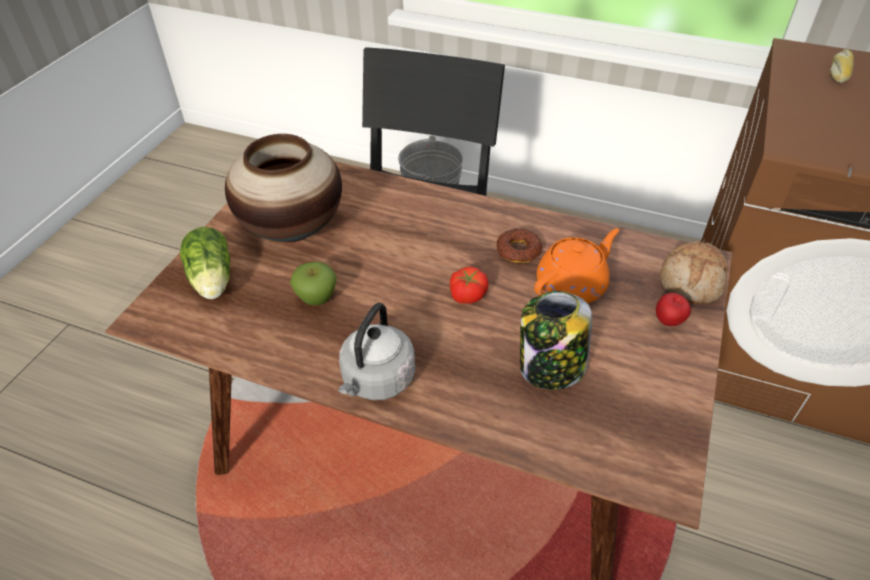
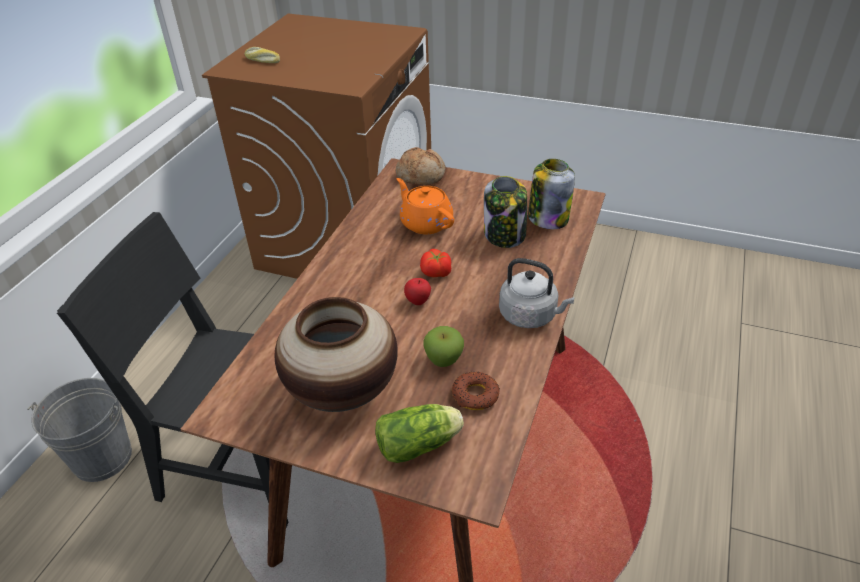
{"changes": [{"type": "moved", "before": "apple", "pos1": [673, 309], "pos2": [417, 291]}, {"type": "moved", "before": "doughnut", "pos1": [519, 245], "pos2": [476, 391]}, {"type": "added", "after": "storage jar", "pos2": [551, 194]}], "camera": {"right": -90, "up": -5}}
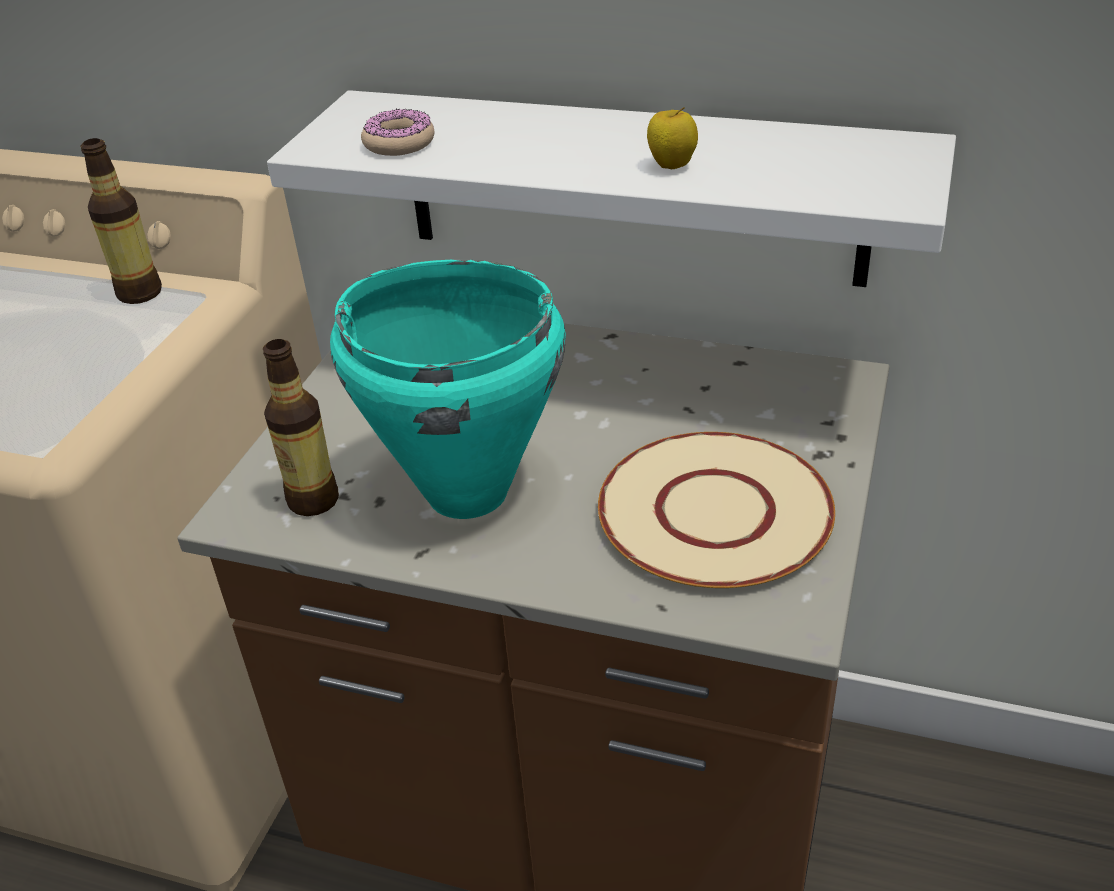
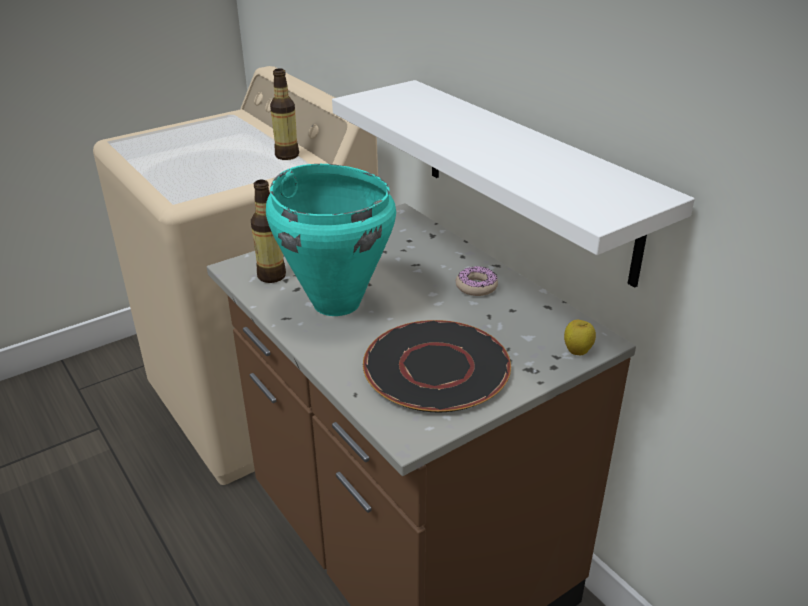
{"changes": [{"type": "recoloured", "before": "beige-coloured plate", "after": "blackish plate", "pos1": [716, 510], "pos2": [437, 366]}, {"type": "moved", "before": "doughnut", "pos1": [397, 132], "pos2": [477, 281]}, {"type": "moved", "before": "apple", "pos1": [672, 138], "pos2": [580, 338]}], "camera": {"right": 35, "up": -5}}
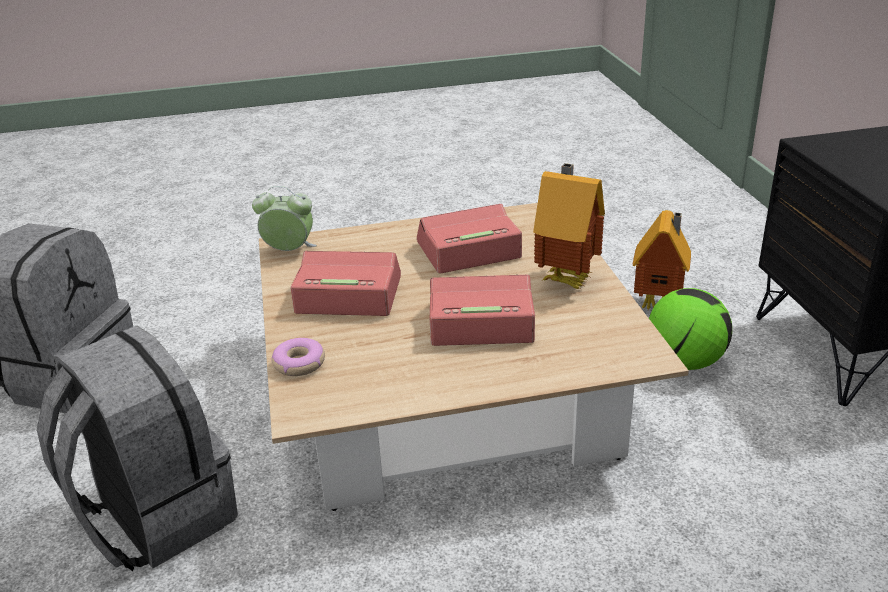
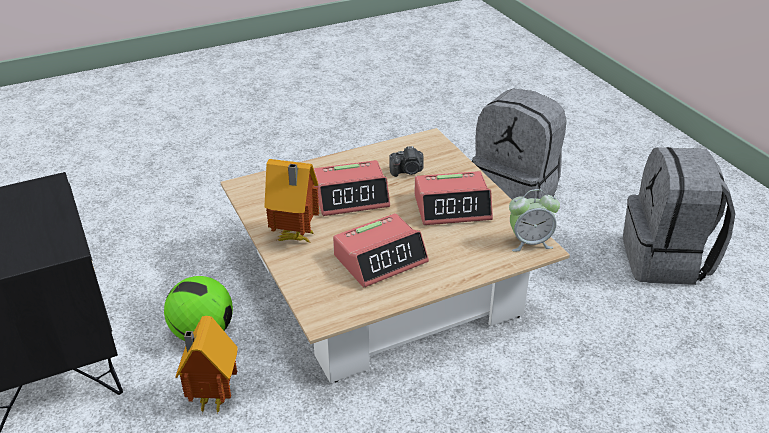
{"changes": [{"type": "added", "after": "photo camera", "pos2": [406, 161]}, {"type": "removed", "before": "doughnut", "pos1": [298, 357]}], "camera": {"right": 165, "up": 5}}
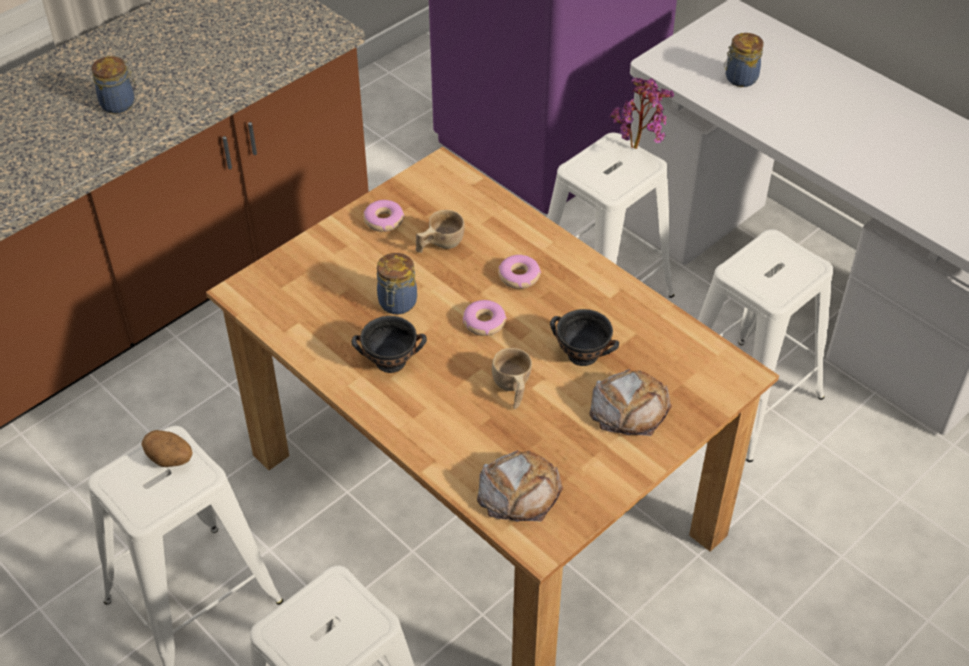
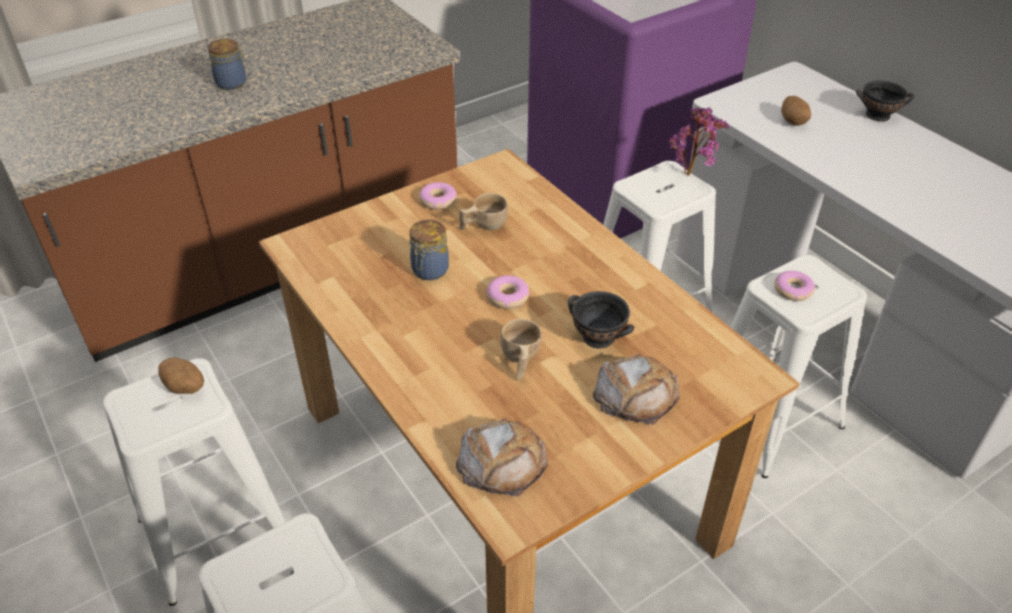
{"changes": [{"type": "moved", "before": "doughnut", "pos1": [519, 272], "pos2": [795, 286]}, {"type": "replaced", "before": "storage jar", "after": "whole potato", "pos1": [743, 60], "pos2": [796, 111]}, {"type": "moved", "before": "blackish bowl", "pos1": [389, 344], "pos2": [885, 101]}], "camera": {"right": 10, "up": -5}}
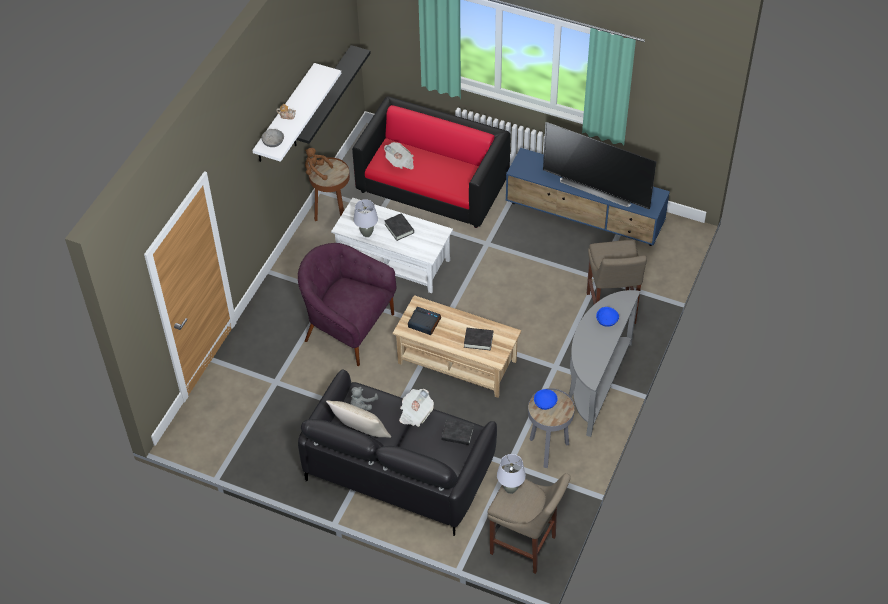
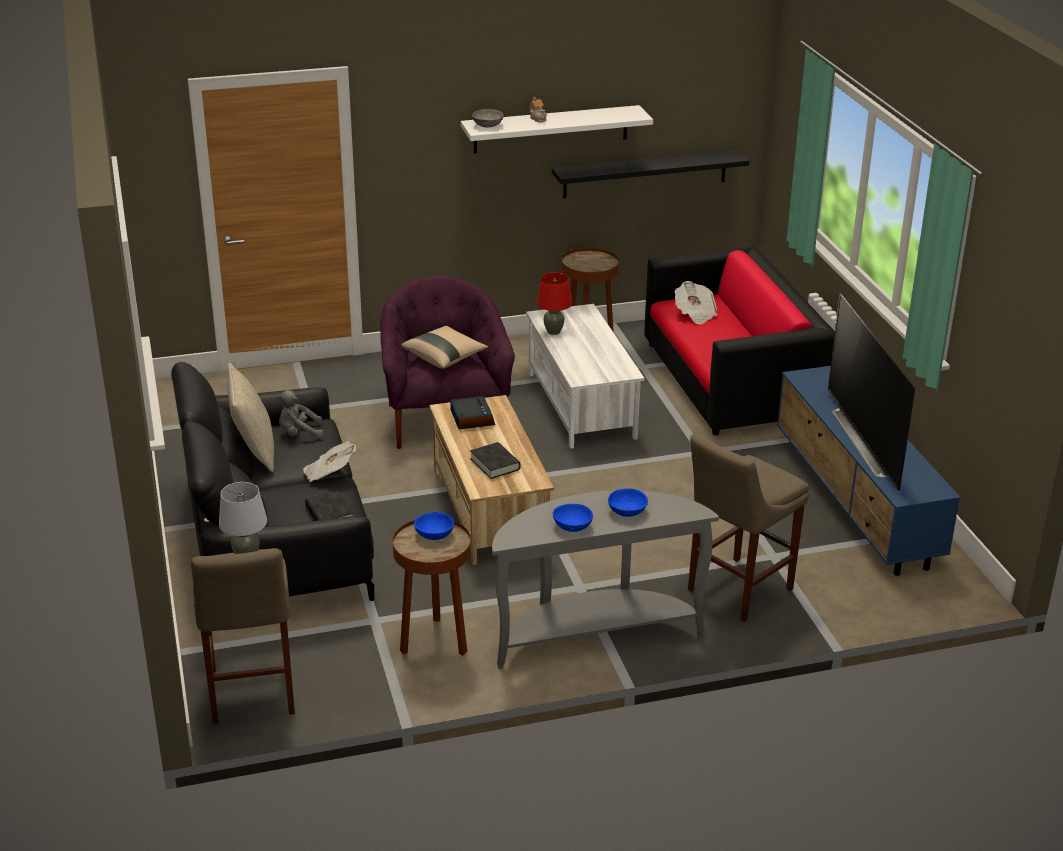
{"changes": [{"type": "recoloured", "before": "gray accent table", "after": "brown-coloured accent table", "pos1": [551, 428], "pos2": [432, 588]}, {"type": "added", "after": "beige-coloured throw pillow", "pos2": [445, 347]}, {"type": "recoloured", "before": "gray tabletop lamp", "after": "red-coloured tabletop lamp", "pos1": [366, 218], "pos2": [554, 303]}, {"type": "added", "after": "blue-coloured bowl", "pos2": [573, 518]}, {"type": "removed", "before": "brown-coloured plush toy", "pos1": [319, 164]}, {"type": "removed", "before": "blackish bound book", "pos1": [399, 227]}], "camera": {"right": 50, "up": -20}}
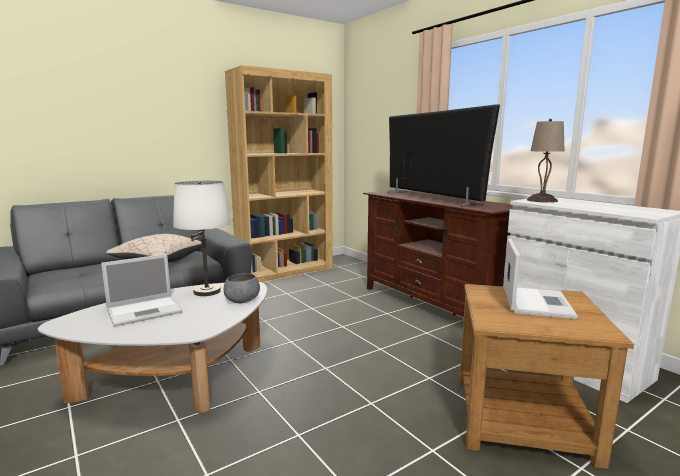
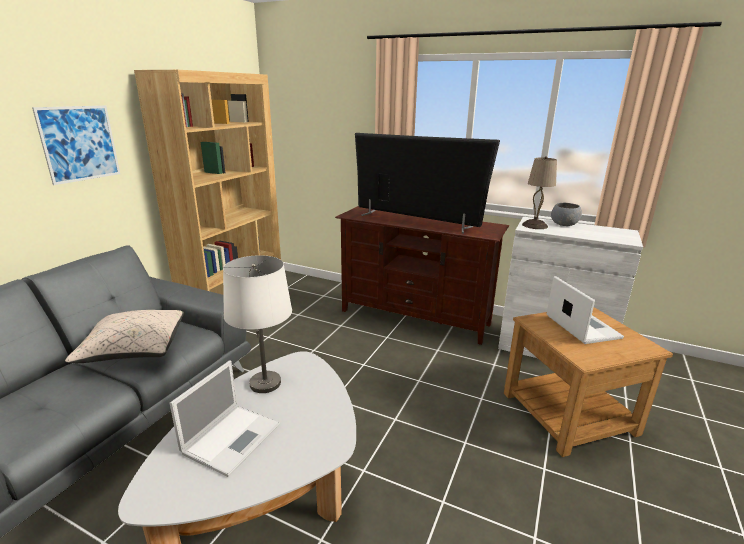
{"changes": [{"type": "added", "after": "wall art", "pos2": [76, 145]}, {"type": "moved", "before": "gray bowl", "pos1": [242, 288], "pos2": [566, 214]}], "camera": {"right": -30, "up": 10}}
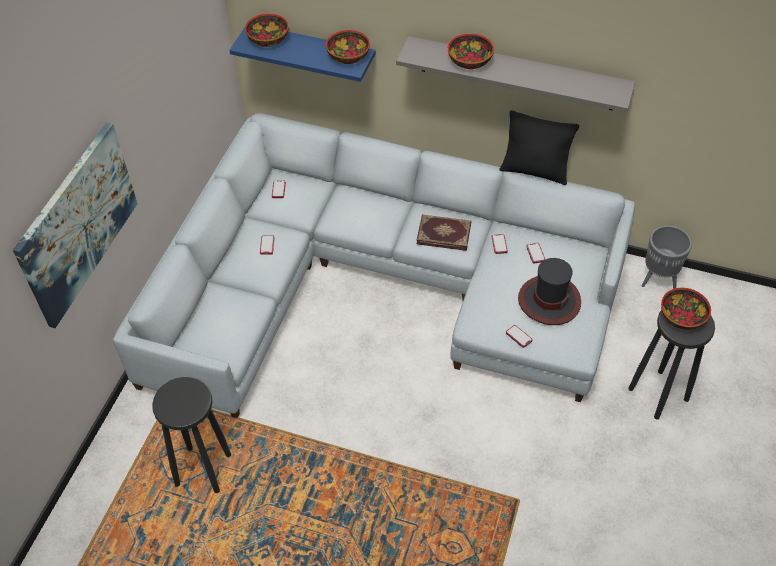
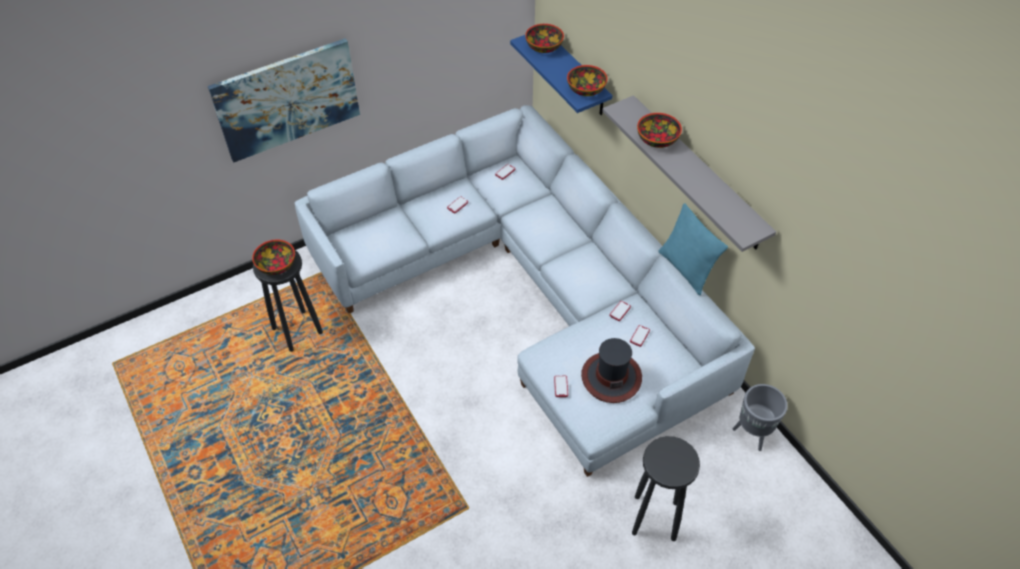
{"changes": [{"type": "moved", "before": "bowl", "pos1": [686, 309], "pos2": [273, 257]}, {"type": "recoloured", "before": "blackish throw pillow", "after": "turquoise-coloured throw pillow", "pos1": [539, 147], "pos2": [693, 249]}, {"type": "removed", "before": "bound book", "pos1": [444, 232]}], "camera": {"right": 40, "up": 0}}
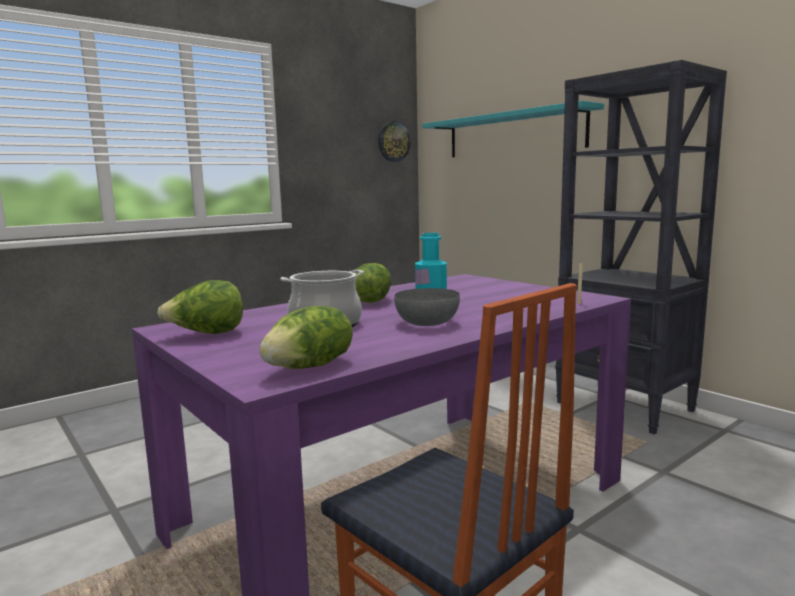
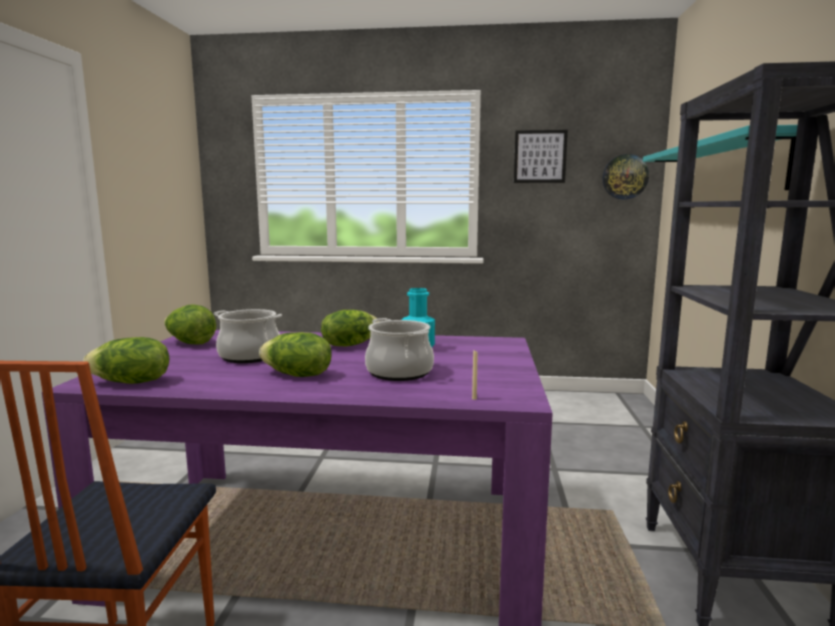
{"changes": [{"type": "replaced", "before": "gray bowl", "after": "lettuce head", "pos1": [427, 307], "pos2": [295, 354]}, {"type": "added", "after": "stockpot", "pos2": [399, 349]}, {"type": "added", "after": "wall art", "pos2": [541, 156]}], "camera": {"right": 45, "up": 0}}
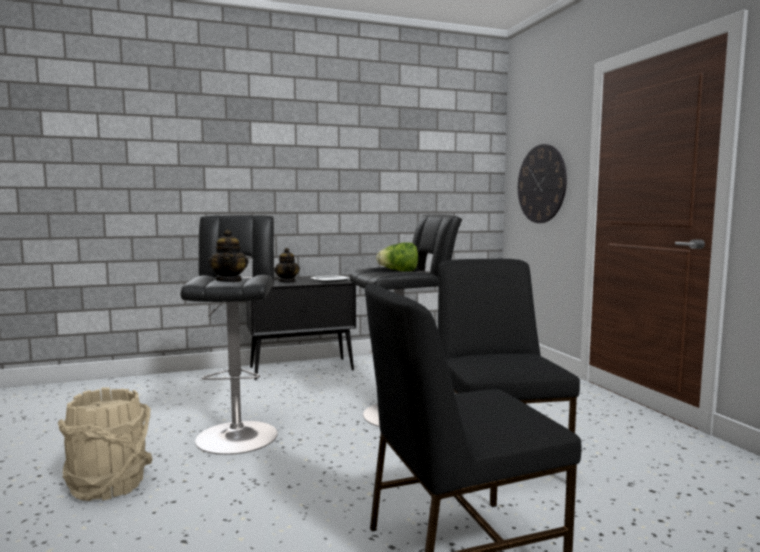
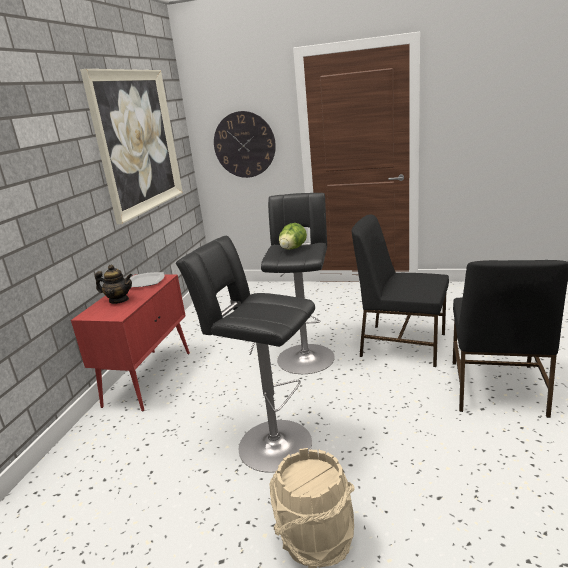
{"changes": [{"type": "recoloured", "before": "blackish storage cabinet", "after": "red-coloured storage cabinet", "pos1": [301, 329], "pos2": [130, 343]}, {"type": "added", "after": "wall art", "pos2": [131, 146]}, {"type": "removed", "before": "tea pot", "pos1": [228, 255]}], "camera": {"right": -55, "up": 15}}
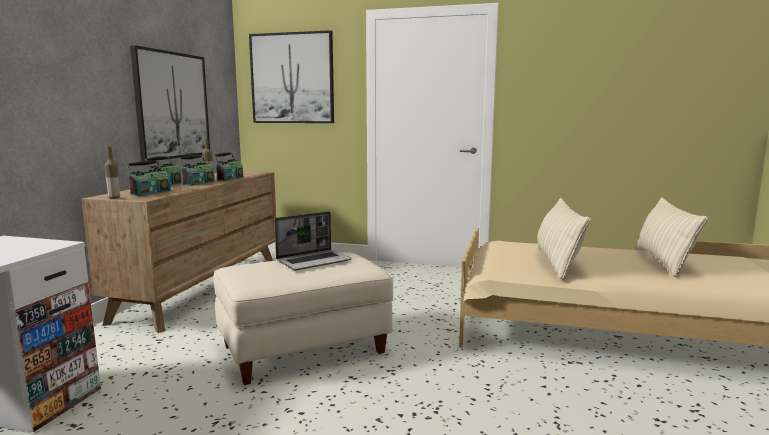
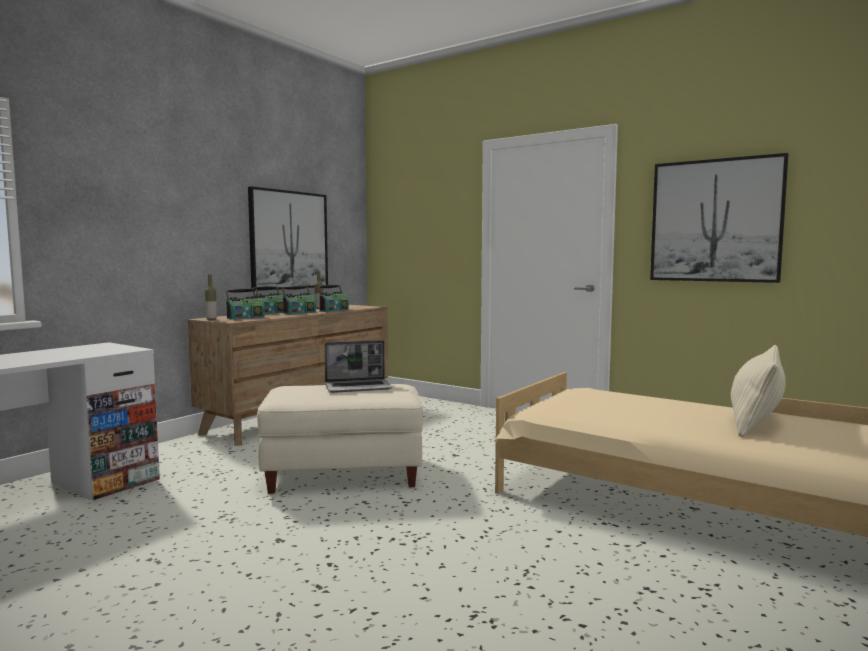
{"changes": [{"type": "moved", "before": "wall art", "pos1": [291, 76], "pos2": [719, 218]}, {"type": "removed", "before": "beige-coloured throw pillow", "pos1": [564, 238]}], "camera": {"right": 20, "up": -5}}
